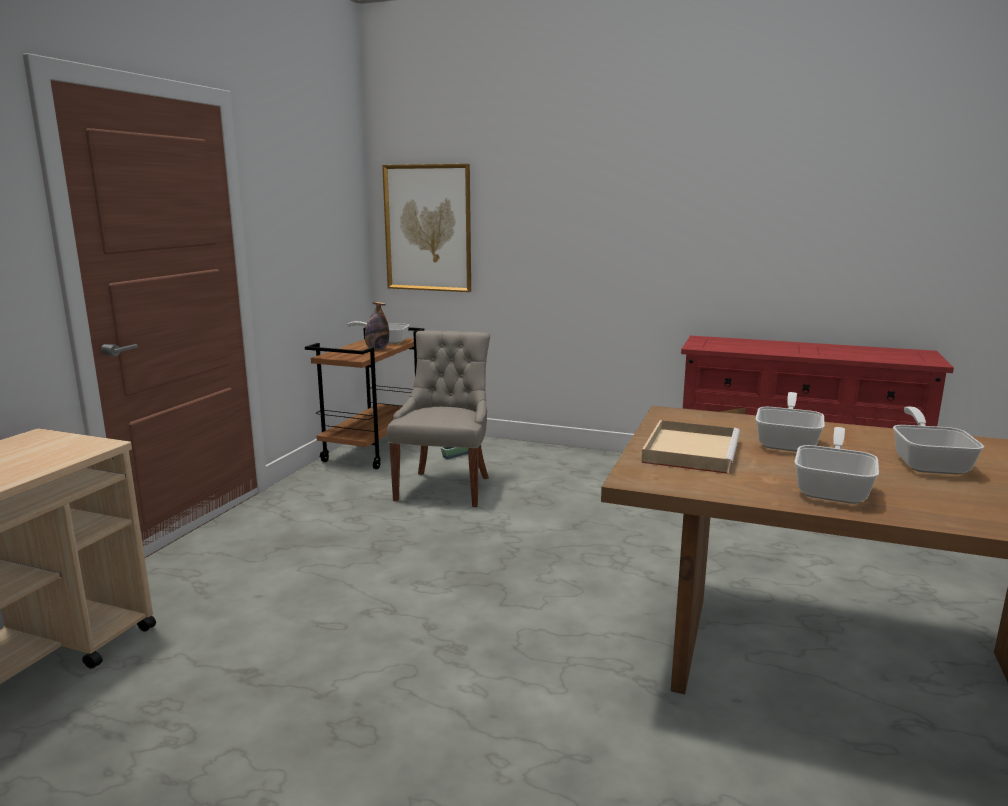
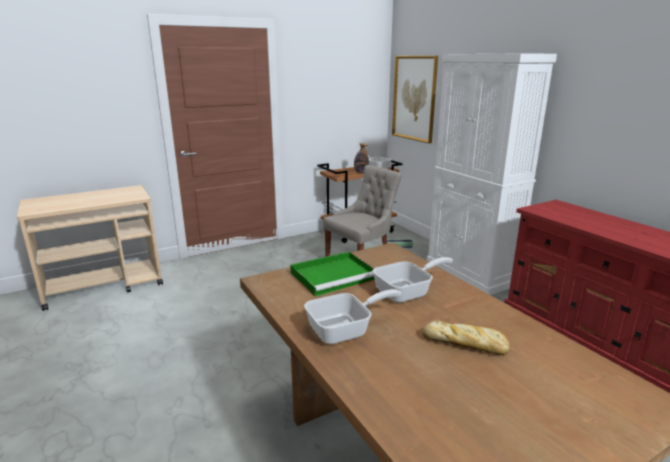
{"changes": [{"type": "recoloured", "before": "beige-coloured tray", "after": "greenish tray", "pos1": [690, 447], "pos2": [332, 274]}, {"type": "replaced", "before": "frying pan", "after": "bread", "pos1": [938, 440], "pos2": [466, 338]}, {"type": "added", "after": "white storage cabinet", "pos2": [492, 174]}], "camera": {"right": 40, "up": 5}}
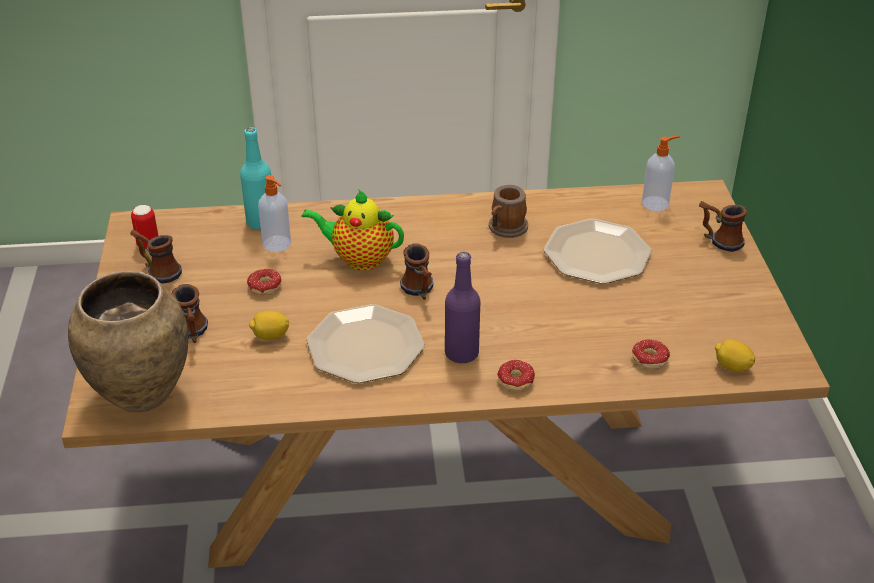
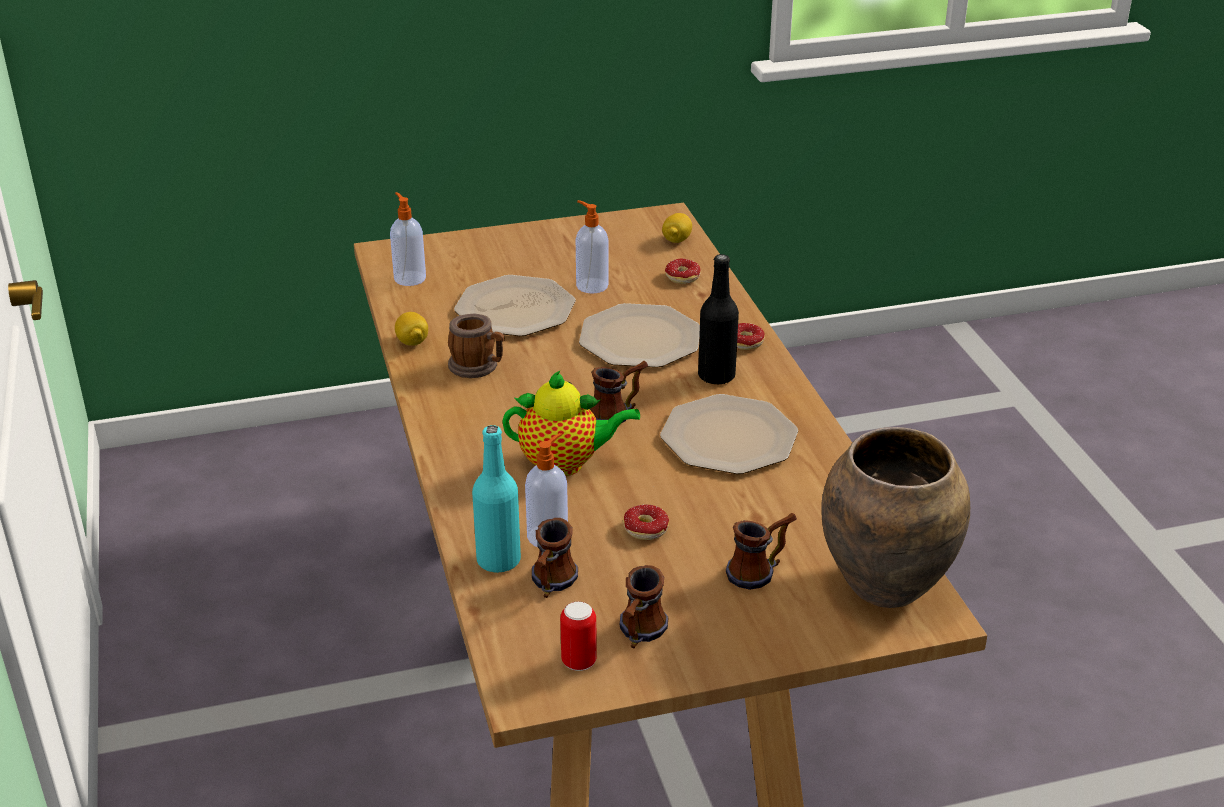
{"changes": [{"type": "moved", "before": "citrus fruit", "pos1": [269, 325], "pos2": [411, 329]}, {"type": "turned", "before": "tea pot", "pos1": [352, 229], "pos2": [571, 423], "turn": -90}, {"type": "moved", "before": "mug", "pos1": [723, 226], "pos2": [555, 558]}, {"type": "added", "after": "soap bottle", "pos2": [592, 247]}, {"type": "added", "after": "plate", "pos2": [639, 335]}, {"type": "recoloured", "before": "purple-coloured drink bottle", "after": "blackish drink bottle", "pos1": [462, 307], "pos2": [718, 319]}], "camera": {"right": -100, "up": -5}}
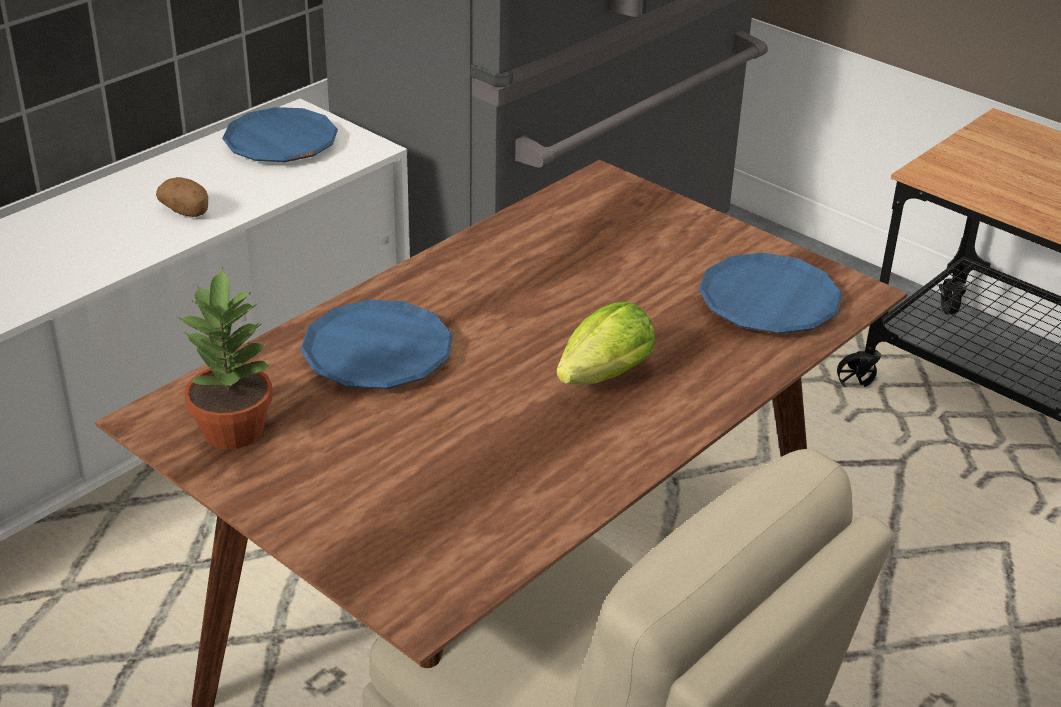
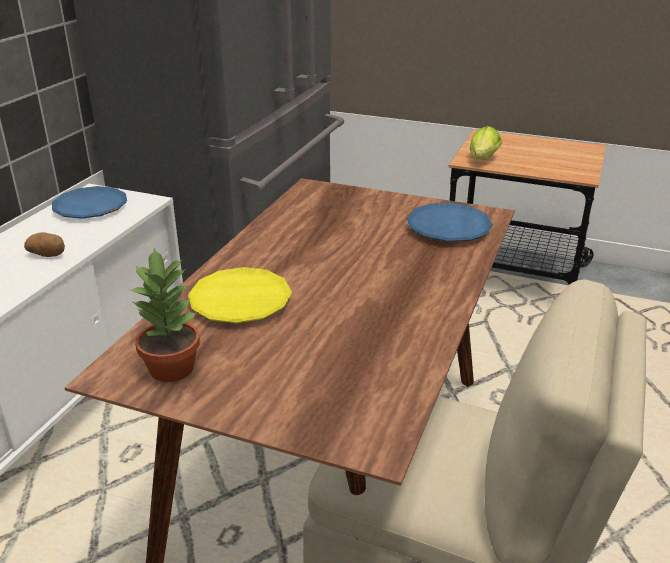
{"changes": [{"type": "recoloured", "before": "blue-coloured plate", "after": "yellow plate", "pos1": [376, 344], "pos2": [240, 295]}, {"type": "moved", "before": "lettuce head", "pos1": [606, 343], "pos2": [486, 143]}], "camera": {"right": -20, "up": -5}}
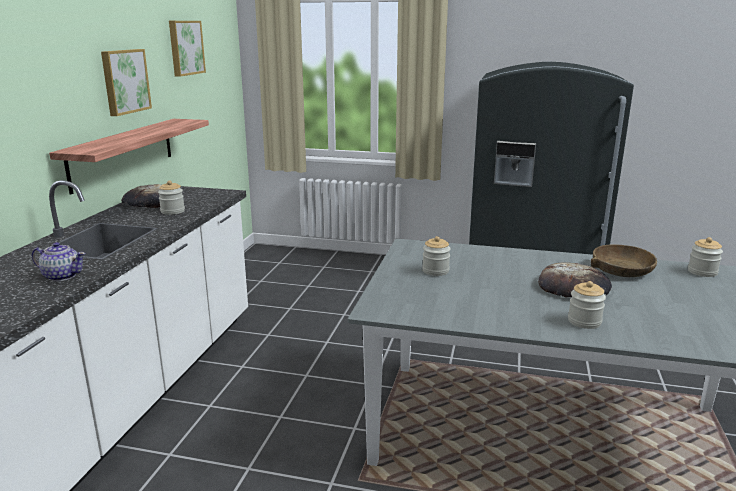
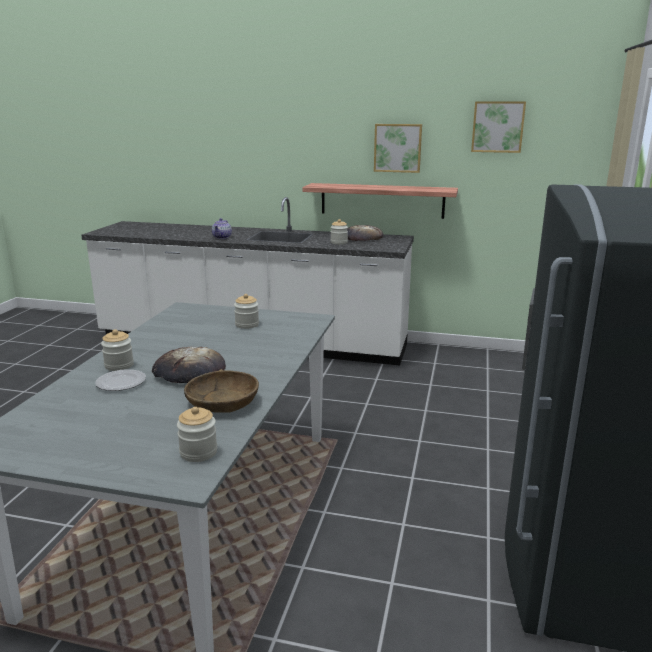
{"changes": [{"type": "added", "after": "plate", "pos2": [120, 380]}], "camera": {"right": 90, "up": 0}}
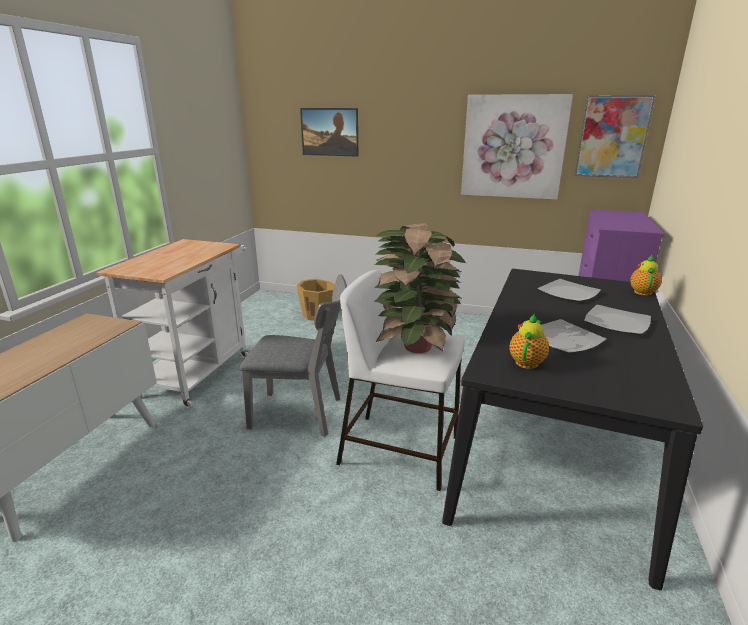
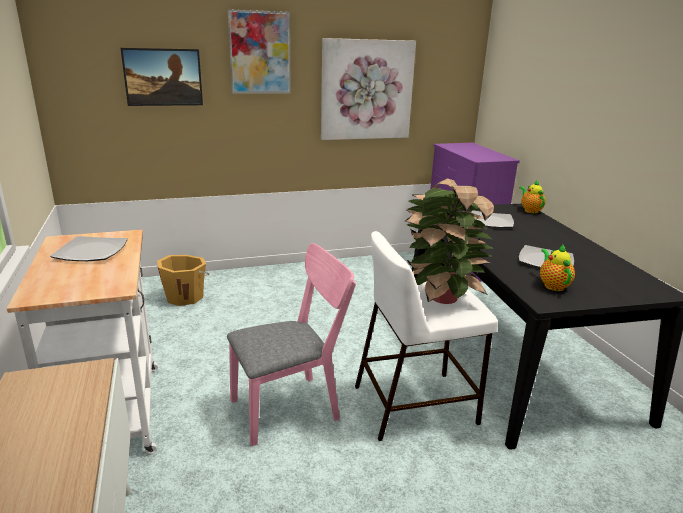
{"changes": [{"type": "moved", "before": "plate", "pos1": [617, 320], "pos2": [89, 248]}, {"type": "recoloured", "before": "gray chair", "after": "pink-coloured chair", "pos1": [293, 355], "pos2": [291, 344]}, {"type": "moved", "before": "wall art", "pos1": [615, 136], "pos2": [259, 51]}], "camera": {"right": -35, "up": 0}}
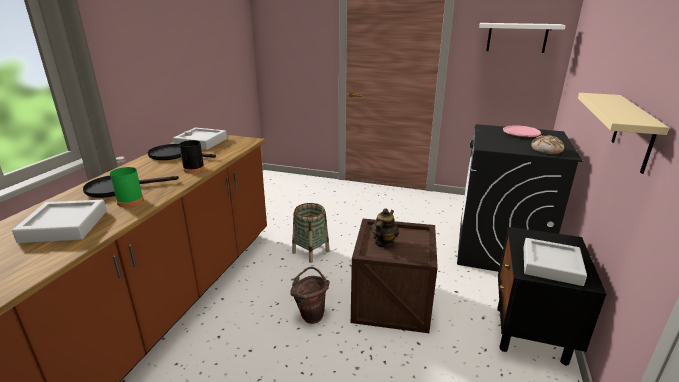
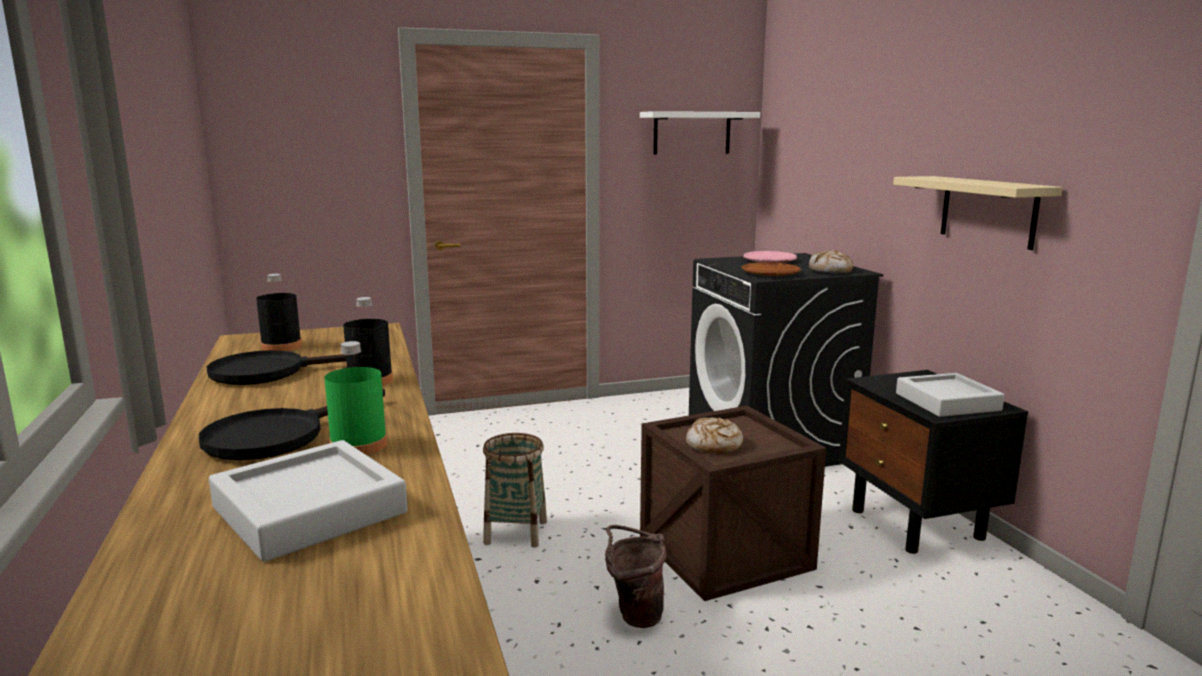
{"changes": [{"type": "replaced", "before": "gray tray", "after": "blackish drink bottle", "pos1": [200, 139], "pos2": [279, 312]}, {"type": "replaced", "before": "tea pot", "after": "bread", "pos1": [385, 228], "pos2": [714, 435]}, {"type": "added", "after": "brown-coloured plate", "pos2": [771, 269]}], "camera": {"right": -35, "up": -10}}
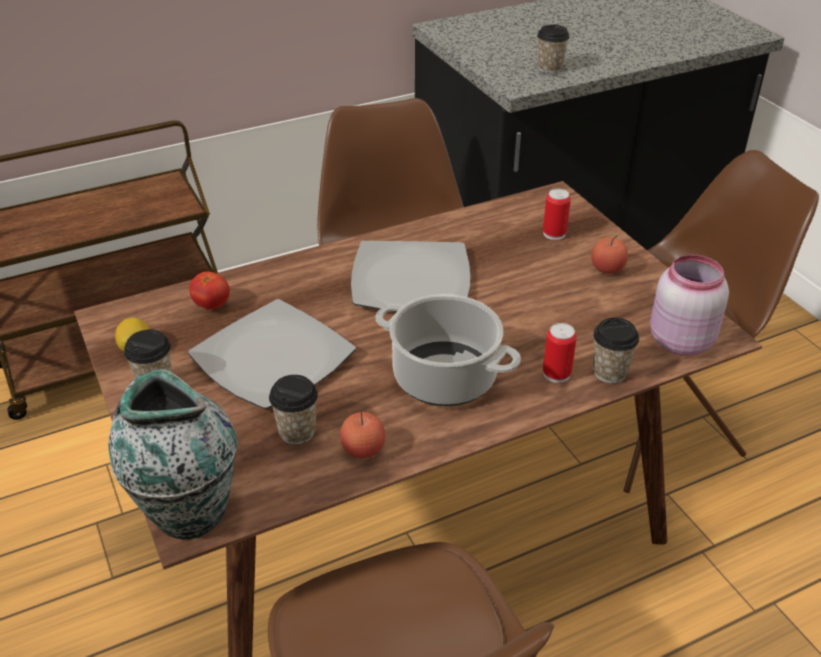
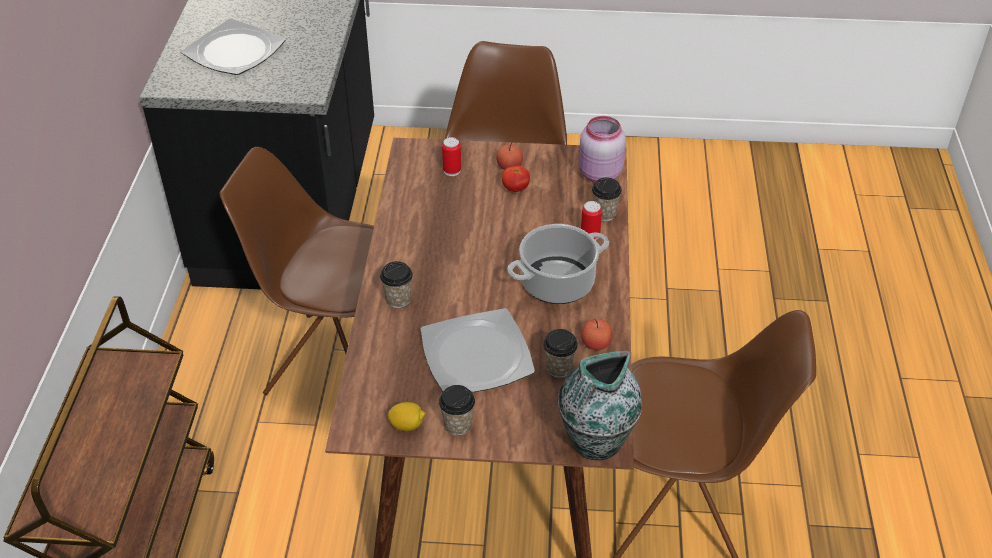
{"changes": [{"type": "moved", "before": "plate", "pos1": [410, 276], "pos2": [233, 47]}, {"type": "moved", "before": "small cup", "pos1": [553, 48], "pos2": [396, 284]}, {"type": "moved", "before": "tomato", "pos1": [209, 290], "pos2": [516, 179]}], "camera": {"right": -60, "up": 5}}
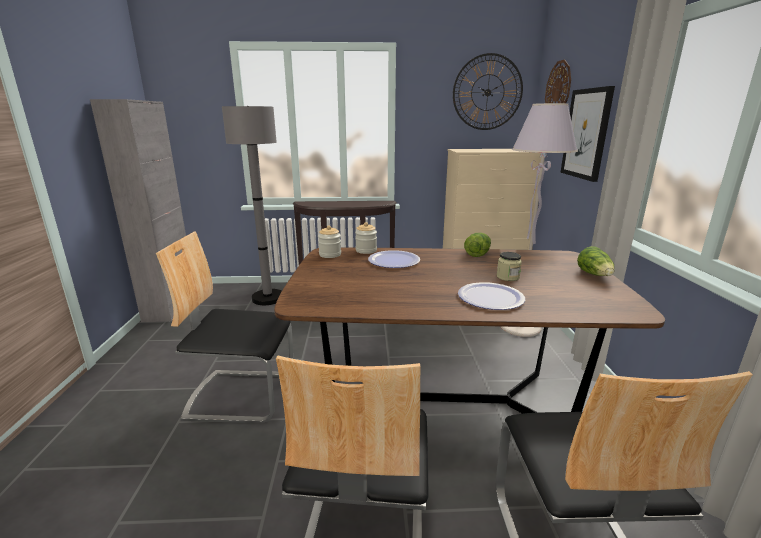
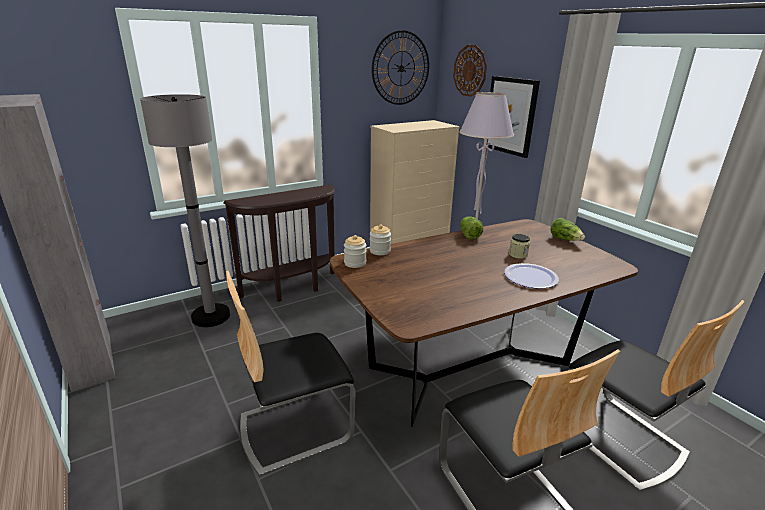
{"changes": [{"type": "removed", "before": "plate", "pos1": [394, 259]}], "camera": {"right": -30, "up": 5}}
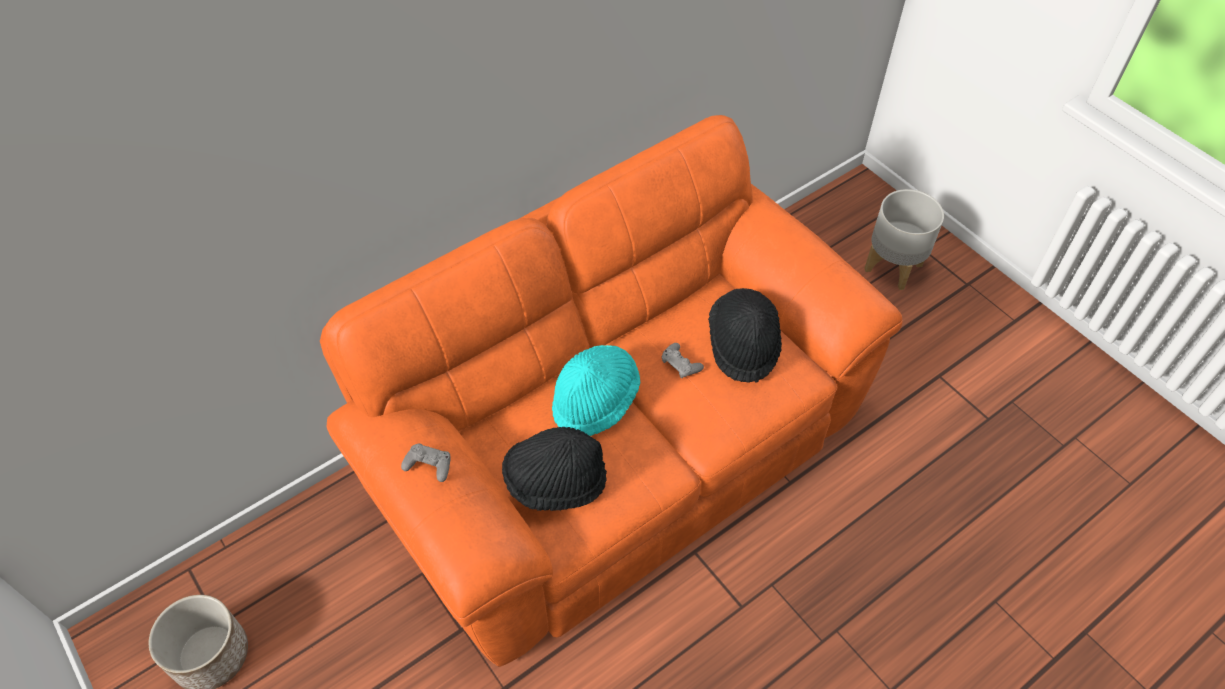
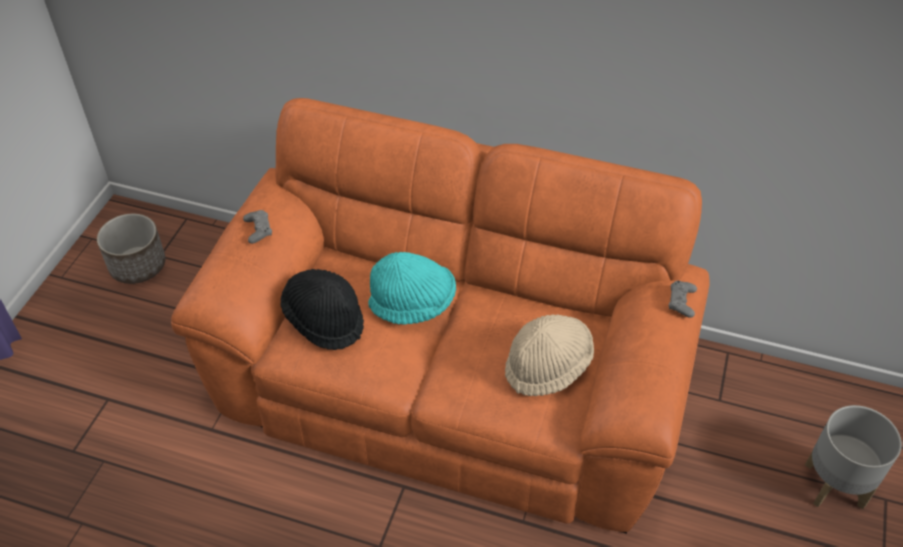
{"changes": [{"type": "recoloured", "before": "blackish hat", "after": "beige-coloured hat", "pos1": [745, 335], "pos2": [549, 355]}, {"type": "moved", "before": "gray gamepad", "pos1": [683, 360], "pos2": [683, 299]}], "camera": {"right": 55, "up": -5}}
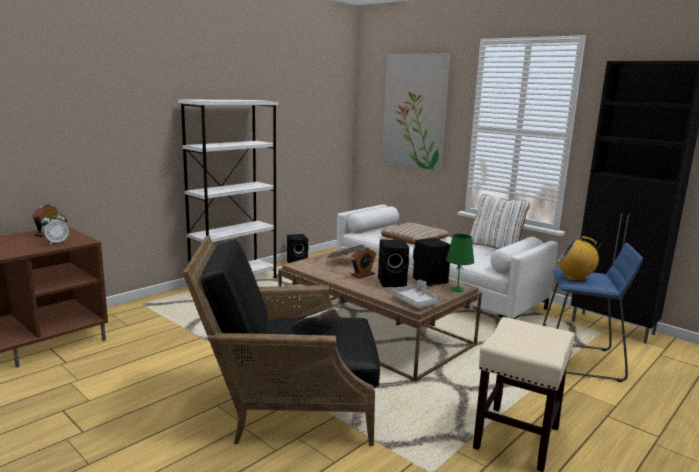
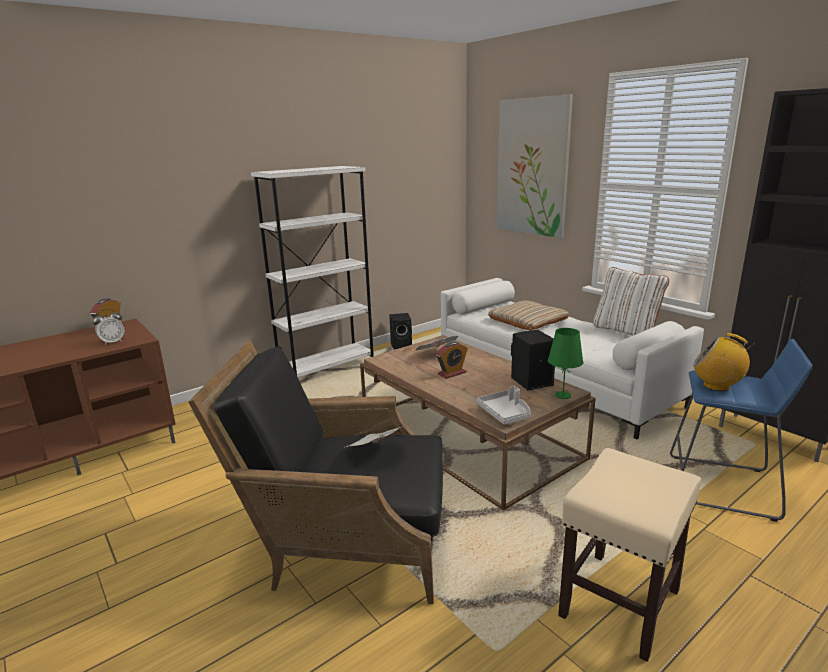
{"changes": [{"type": "removed", "before": "blackish speaker", "pos1": [393, 263]}], "camera": {"right": 10, "up": 5}}
